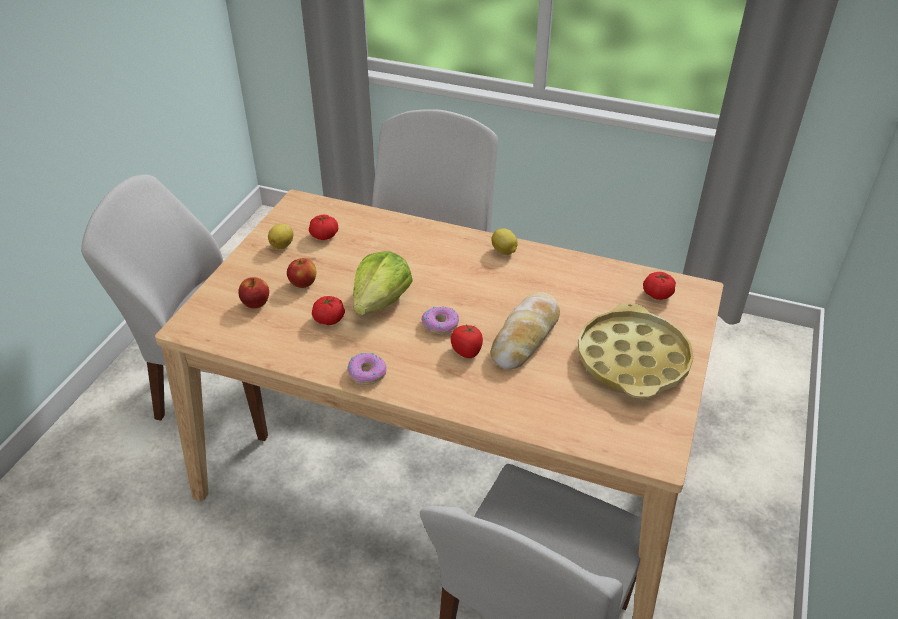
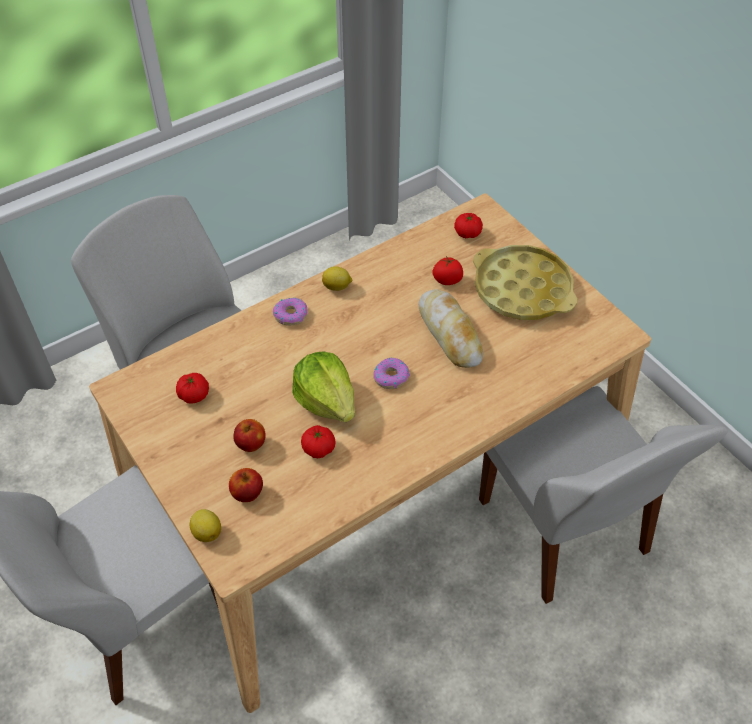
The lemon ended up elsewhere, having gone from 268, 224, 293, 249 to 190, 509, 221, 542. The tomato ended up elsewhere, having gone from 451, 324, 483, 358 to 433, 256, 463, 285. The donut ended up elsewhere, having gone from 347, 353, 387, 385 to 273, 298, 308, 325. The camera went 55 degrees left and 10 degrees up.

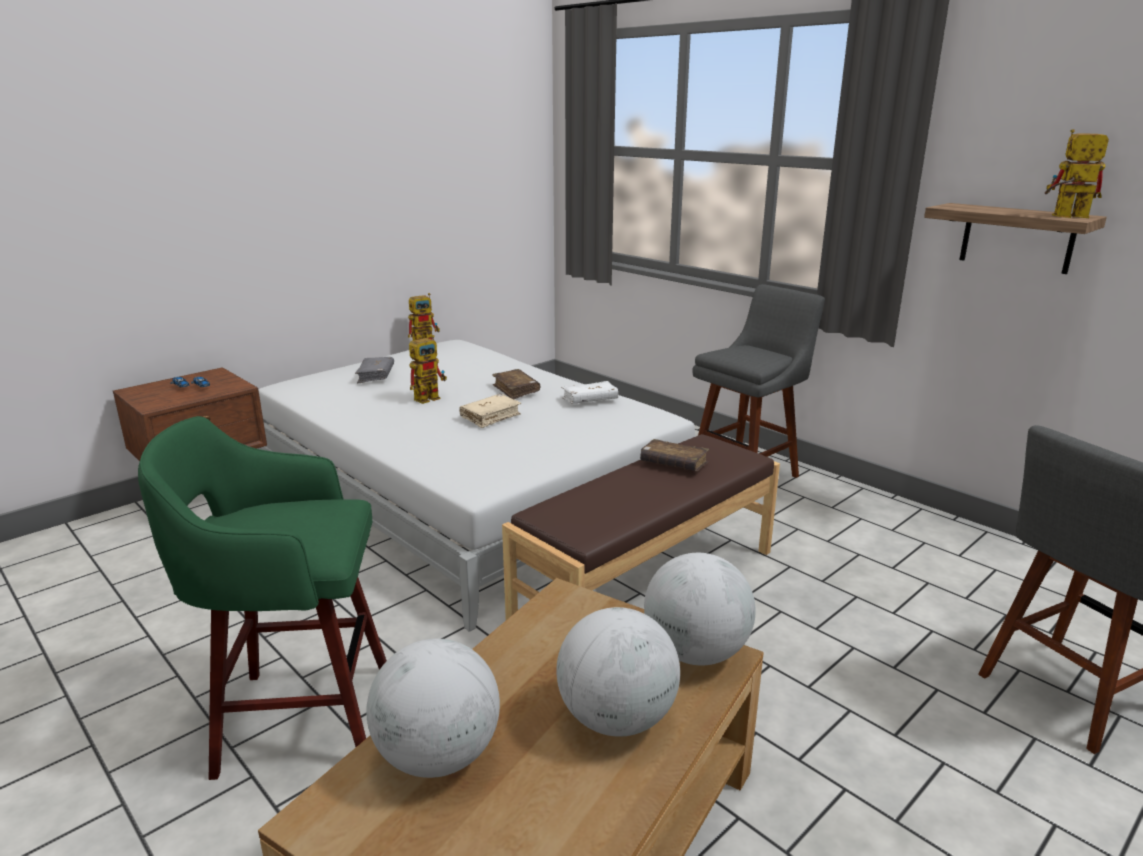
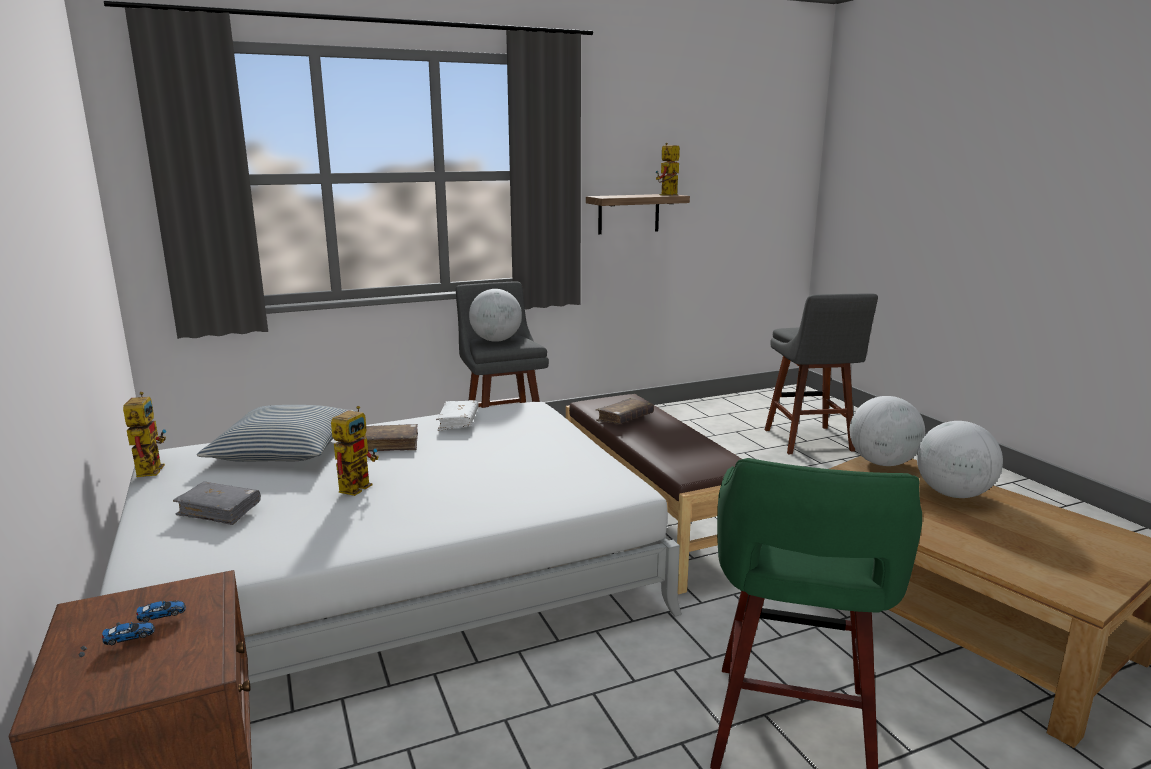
The toy robot at 409, 335, 447, 404 ended up facing another way, 45 degrees clockwise from before. The second view lost the book/beige at 459, 394, 521, 428. The globe ended up elsewhere, having gone from 366, 638, 500, 778 to 469, 289, 522, 342. The second view gained the pillow at 197, 405, 357, 462. The camera went 70 degrees left and 5 degrees down.

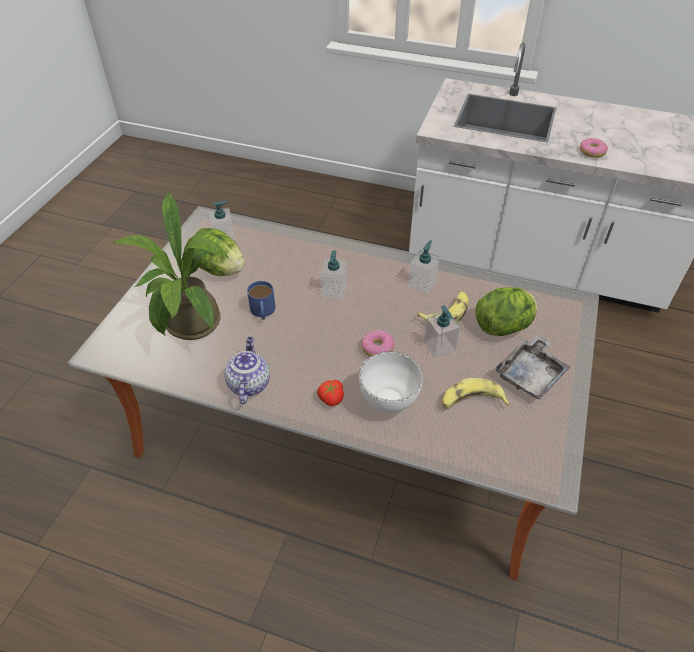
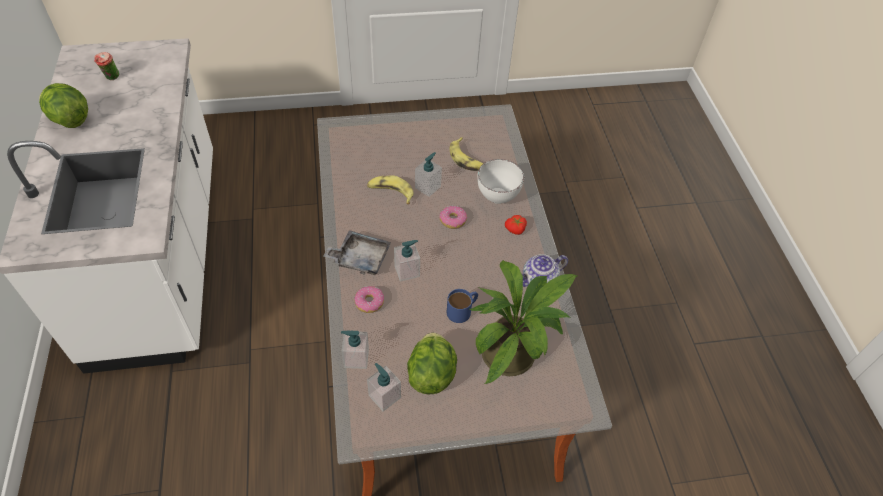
The donut ended up elsewhere, having gone from 580, 138, 608, 158 to 354, 286, 384, 313. The soap dispenser ended up elsewhere, having gone from 408, 240, 440, 293 to 341, 331, 369, 369. The lettuce ended up elsewhere, having gone from 475, 287, 537, 336 to 39, 83, 88, 128. The tray/grey ended up elsewhere, having gone from 496, 335, 570, 399 to 324, 230, 391, 275. The second view gained the cup at 94, 52, 120, 80. The camera went 120 degrees left and 5 degrees up.

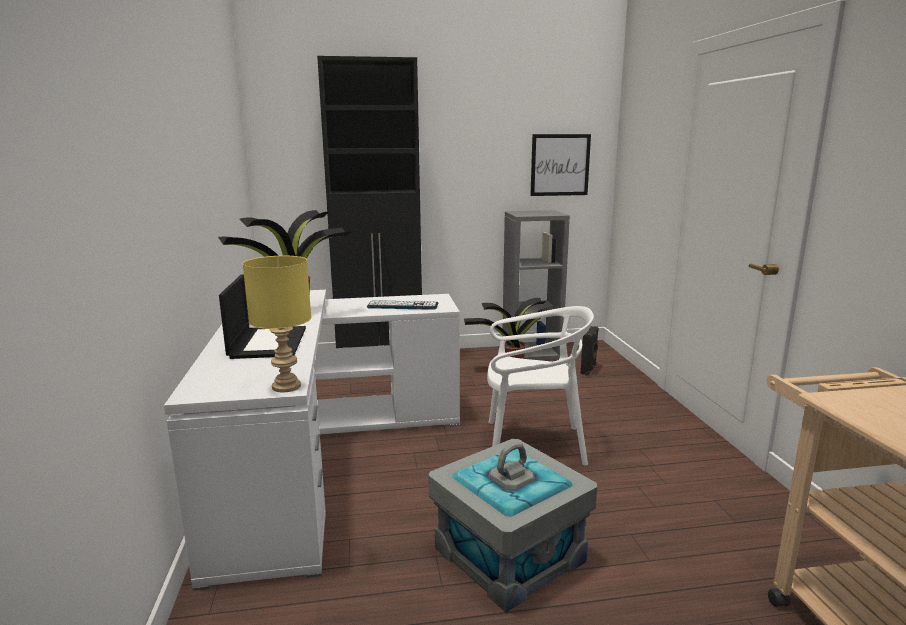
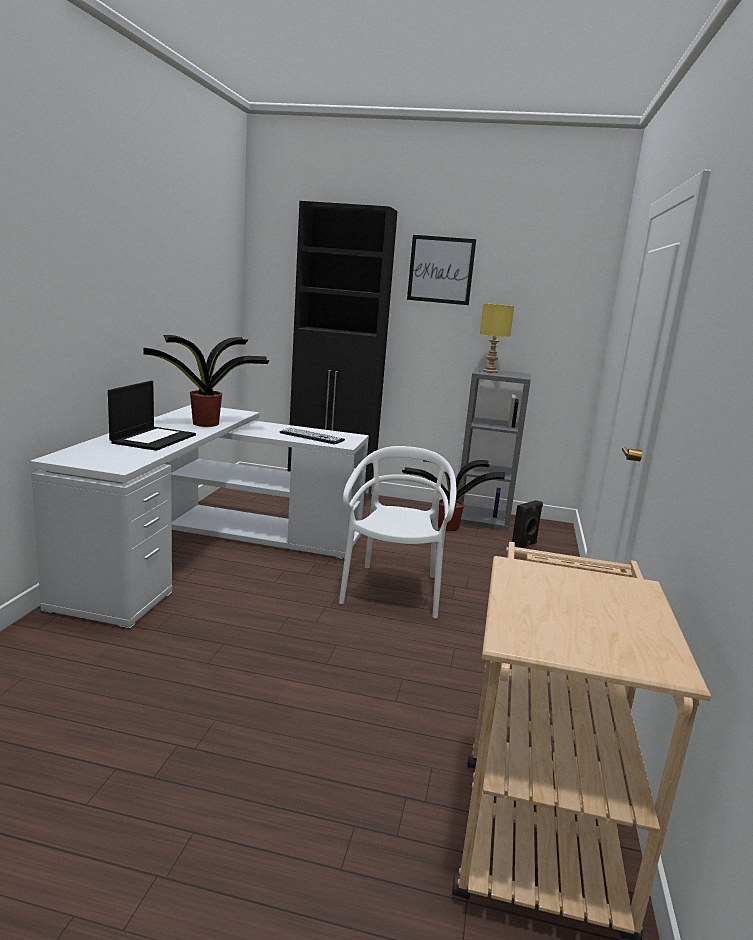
The picture ended up elsewhere, having gone from 530, 134, 591, 196 to 407, 235, 476, 305. The table lamp/yellow ended up elsewhere, having gone from 242, 256, 311, 392 to 480, 303, 514, 373. The chair/white at 487, 306, 594, 466 ended up facing another way, 105 degrees counterclockwise from before. The second view lost the storage box/grey at 428, 439, 597, 612. The camera went 20 degrees right and 0 degrees up.

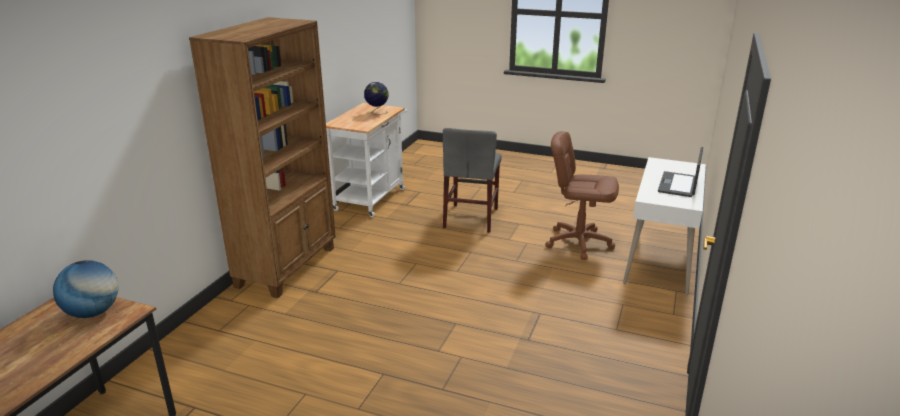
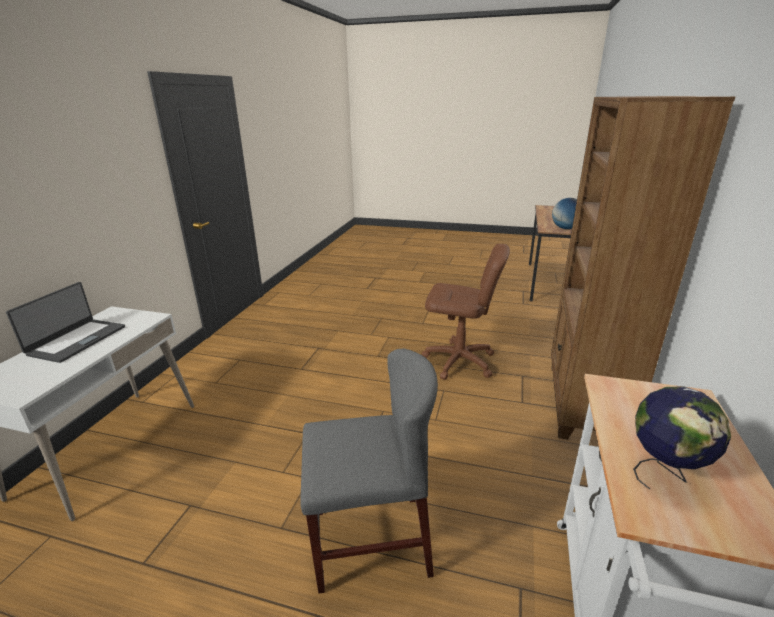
The chair/grey at 443, 128, 502, 233 ended up facing another way, 75 degrees clockwise from before. The office chair/brown ended up elsewhere, having gone from 545, 131, 619, 260 to 421, 244, 510, 380. The camera went 175 degrees right and 0 degrees up.

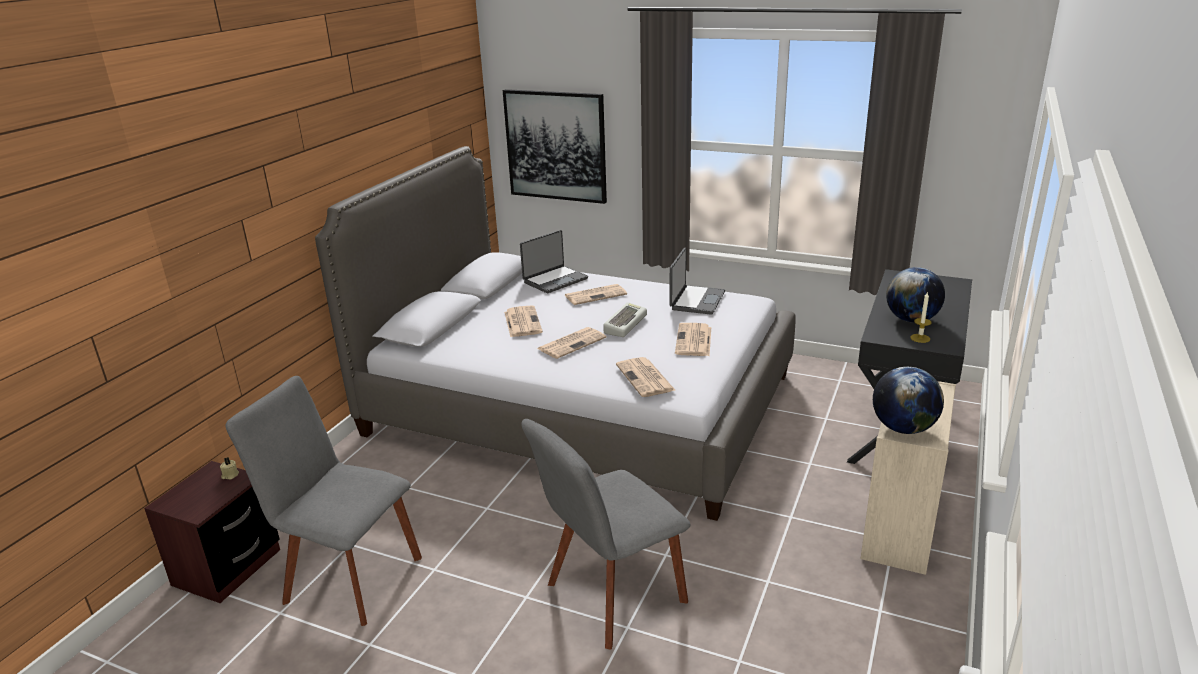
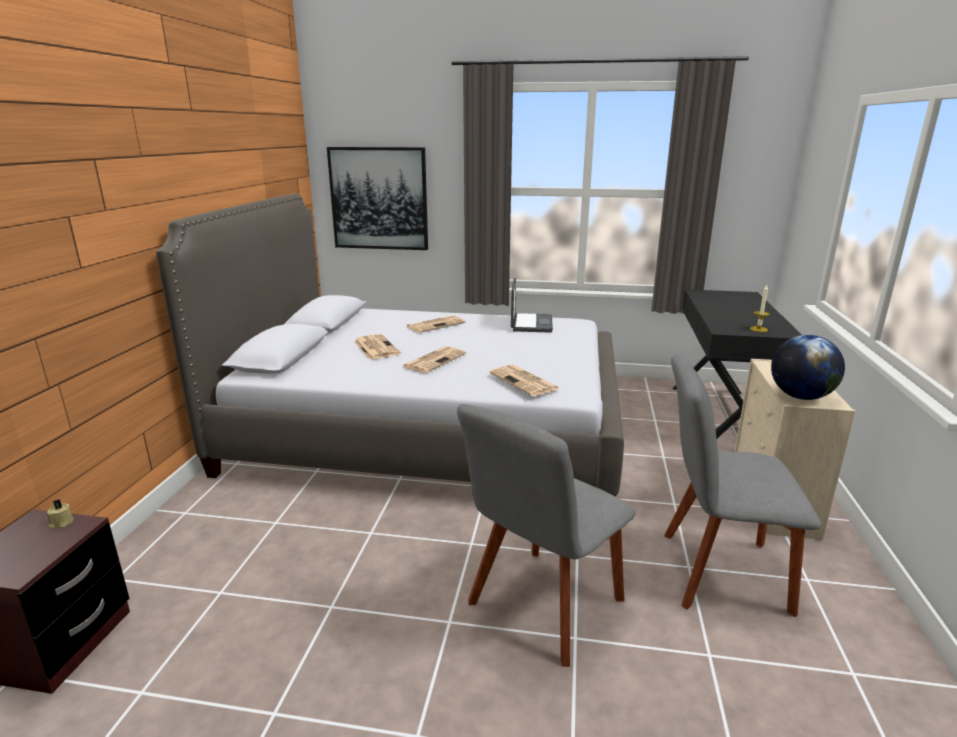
The second view lost the laptop at 520, 230, 588, 293. The second view lost the globe at 886, 267, 945, 323. The second view lost the keyboard at 603, 302, 647, 337. The second view lost the newspaper at 675, 323, 711, 356. The chair/grey ended up elsewhere, having gone from 225, 376, 422, 626 to 664, 355, 821, 617. The camera went 15 degrees left and 5 degrees down.

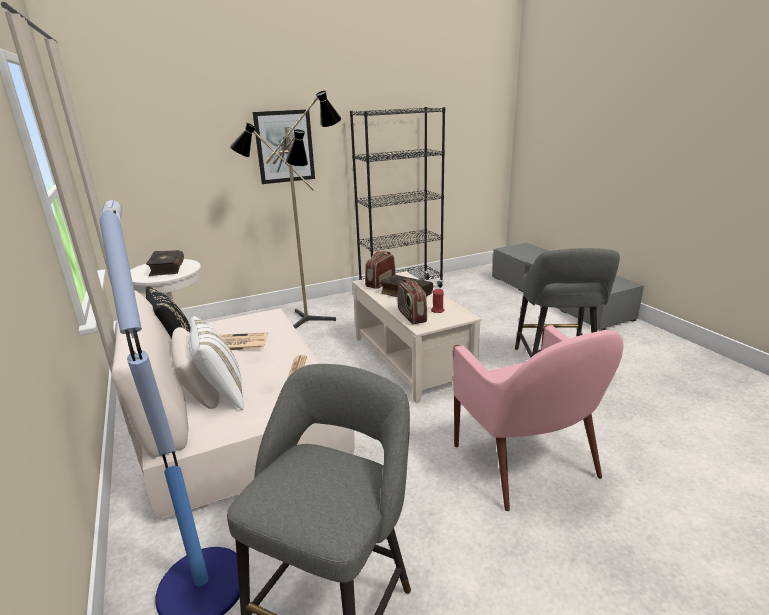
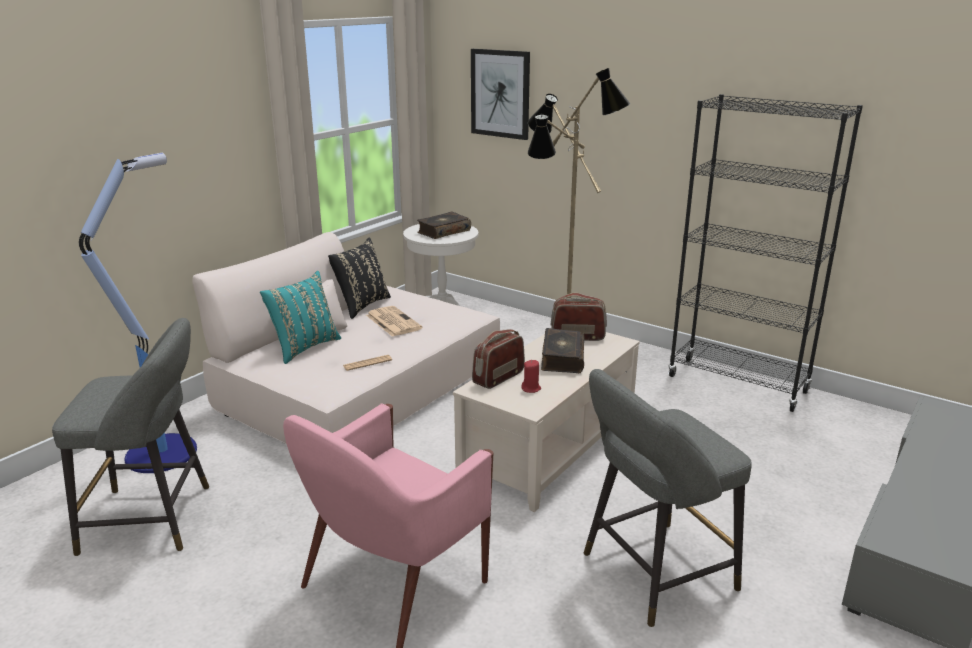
The picture ended up elsewhere, having gone from 253, 109, 315, 184 to 471, 49, 530, 140. What was the pillow/white at 189, 316, 244, 410 turned into the pillow/turquoise at 260, 271, 341, 364. The camera went 60 degrees right and 0 degrees up.

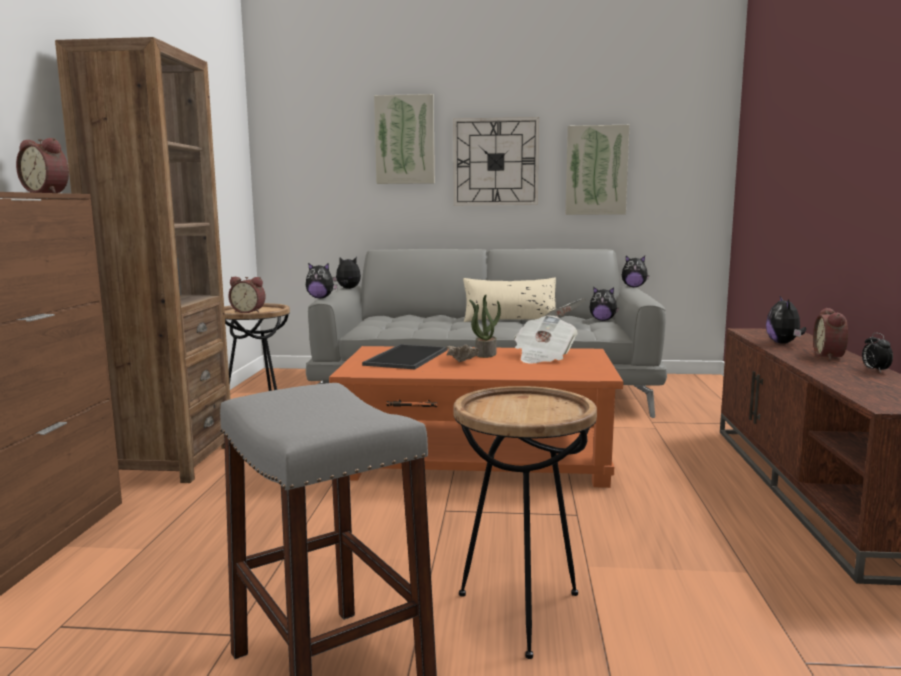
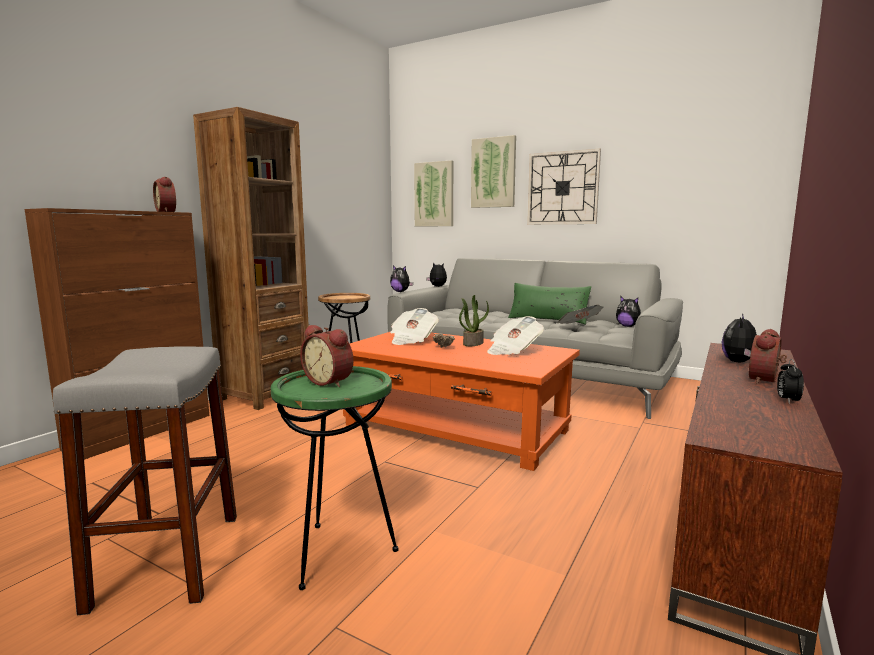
The picture ended up elsewhere, having gone from 566, 125, 629, 215 to 414, 160, 454, 226. The second view lost the plush toy at 622, 256, 649, 287. The alarm clock ended up elsewhere, having gone from 228, 277, 266, 313 to 300, 325, 354, 387. What was the pillow/beige at 463, 278, 556, 322 turned into the pillow/green at 508, 283, 591, 324. Where the tray stood at 362, 344, 448, 369, the newspaper came to stand at 390, 308, 439, 345. What was the side table/brown at 453, 386, 597, 659 turned into the side table/green at 271, 366, 398, 590. The camera went 25 degrees right and 0 degrees up.

